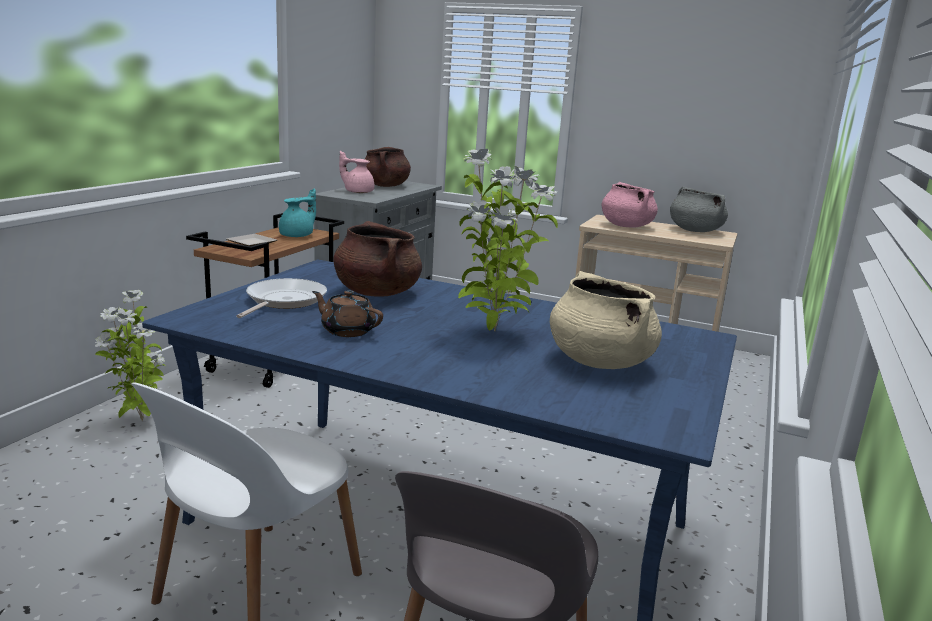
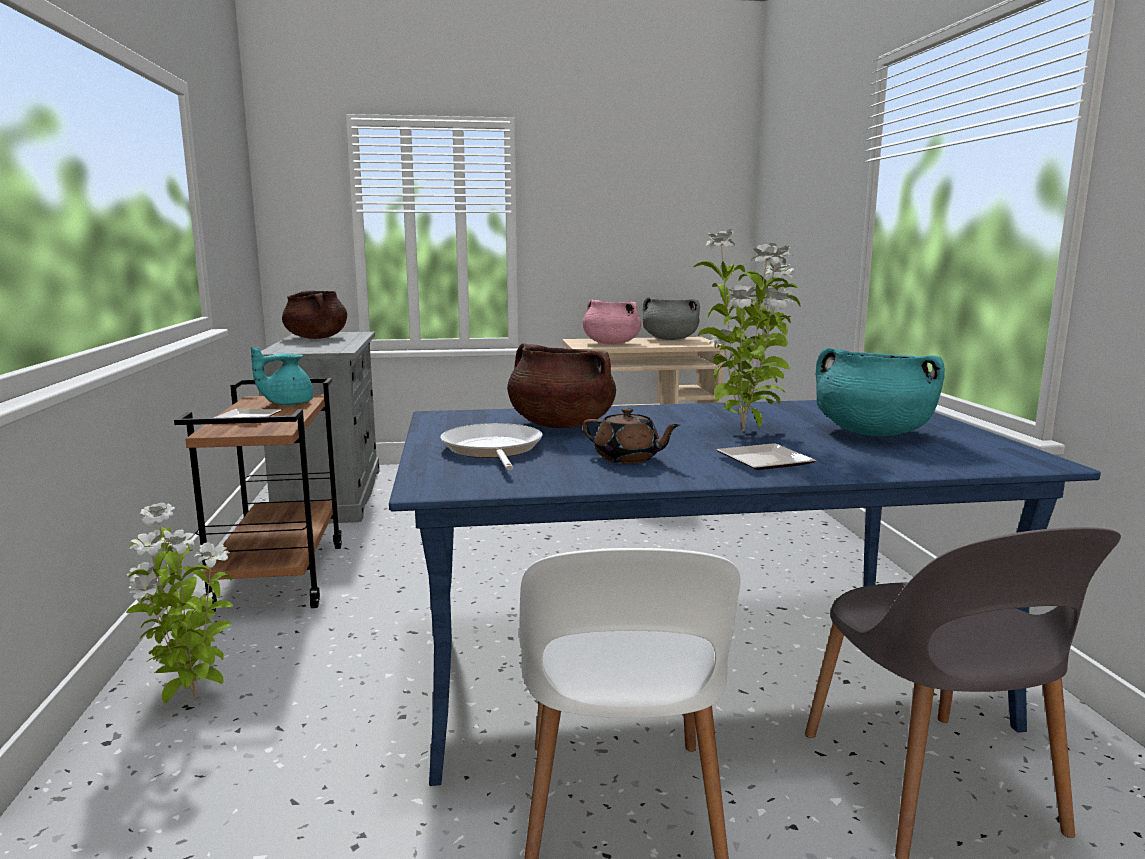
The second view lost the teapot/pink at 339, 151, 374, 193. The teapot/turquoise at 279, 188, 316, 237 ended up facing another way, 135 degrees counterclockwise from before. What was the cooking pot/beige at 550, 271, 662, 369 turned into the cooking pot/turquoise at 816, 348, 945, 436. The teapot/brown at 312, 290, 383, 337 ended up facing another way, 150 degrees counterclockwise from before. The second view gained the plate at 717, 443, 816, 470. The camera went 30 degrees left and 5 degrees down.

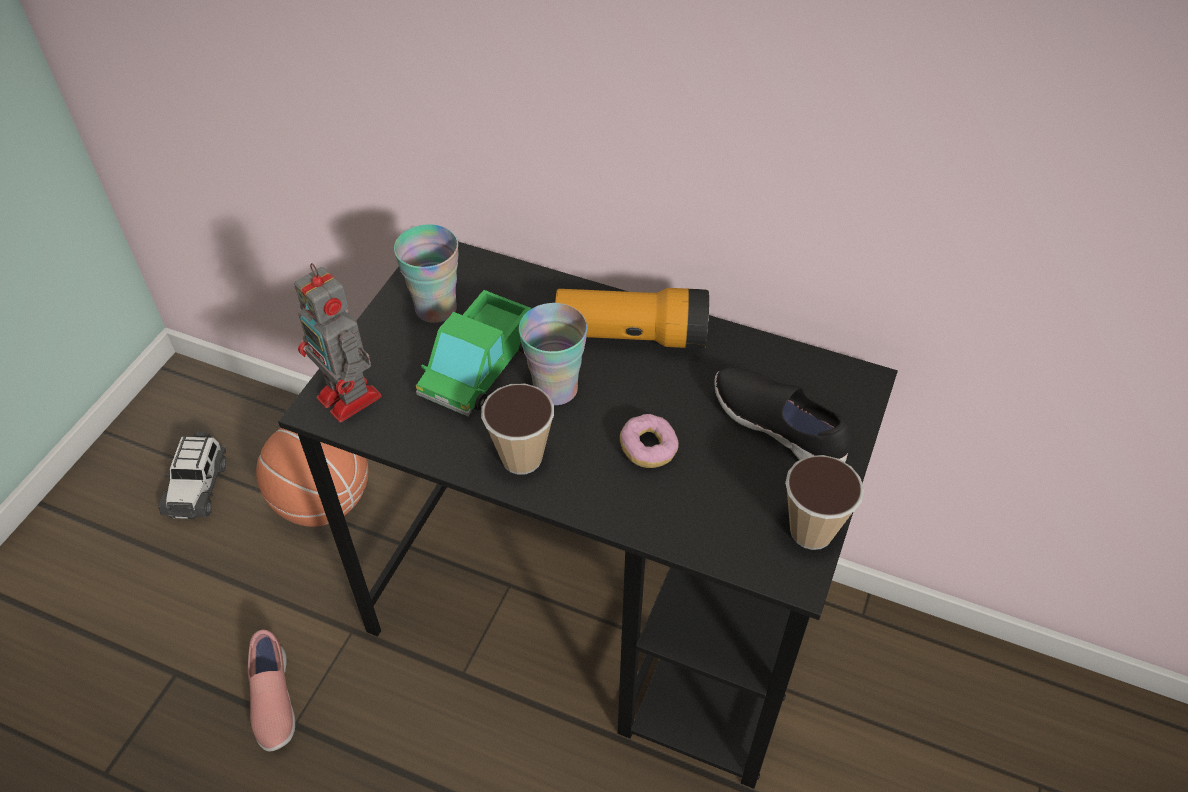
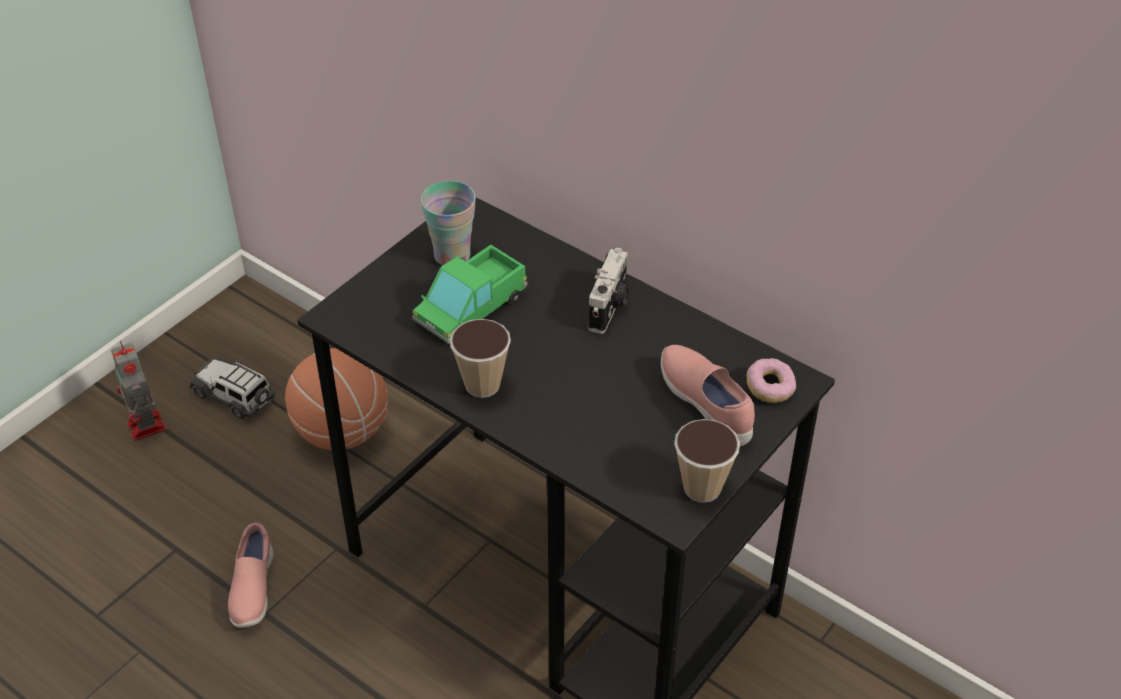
The toy robot ended up elsewhere, having gone from 294, 263, 381, 422 to 111, 341, 166, 441. Where the flashlight stood at 555, 288, 709, 349, the photo camera came to stand at 589, 248, 629, 334. The second view lost the cup at 519, 303, 587, 405. What was the shoe/black at 715, 367, 851, 462 turned into the shoe/pink at 661, 345, 755, 446. The donut ended up elsewhere, having gone from 620, 414, 679, 468 to 747, 358, 796, 403. The toy car at 159, 431, 227, 519 ended up facing another way, 105 degrees clockwise from before. The camera went 15 degrees right and 5 degrees down.

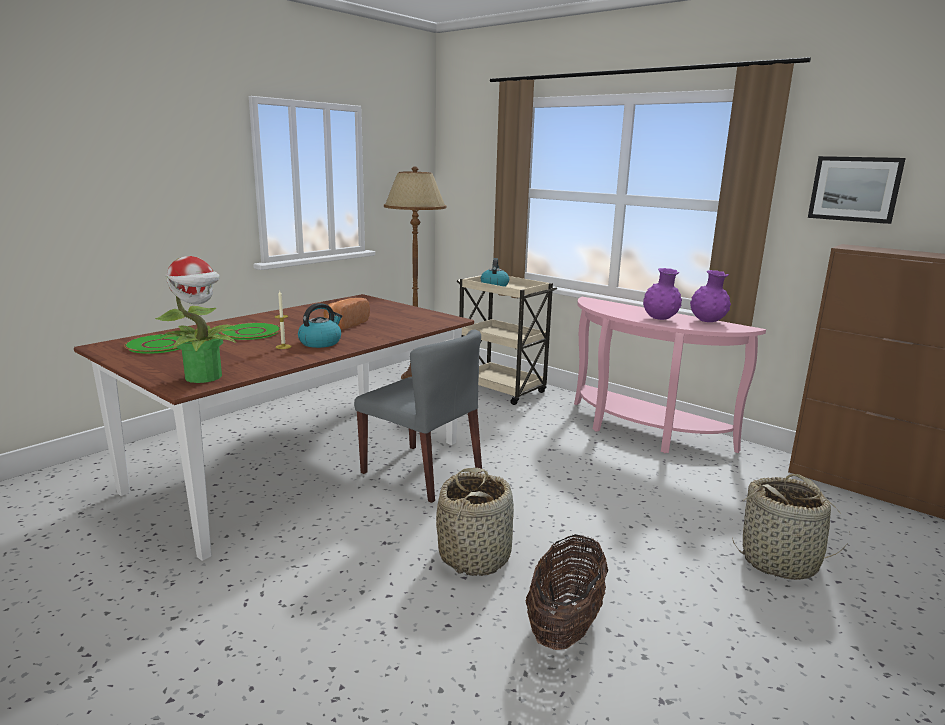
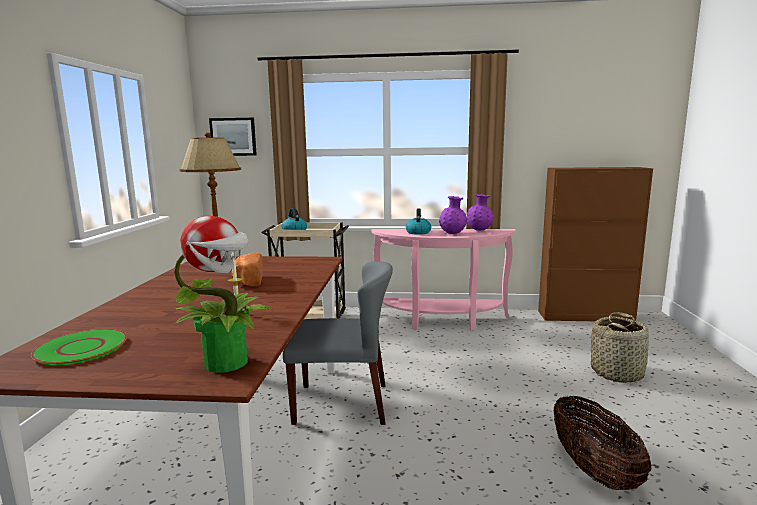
The picture ended up elsewhere, having gone from 808, 156, 906, 224 to 209, 118, 257, 156. The kettle ended up elsewhere, having gone from 298, 303, 342, 348 to 406, 208, 431, 235. The second view lost the plate/green at 220, 323, 280, 340. The second view lost the basket at 436, 468, 514, 576. The camera went 35 degrees left and 5 degrees down.

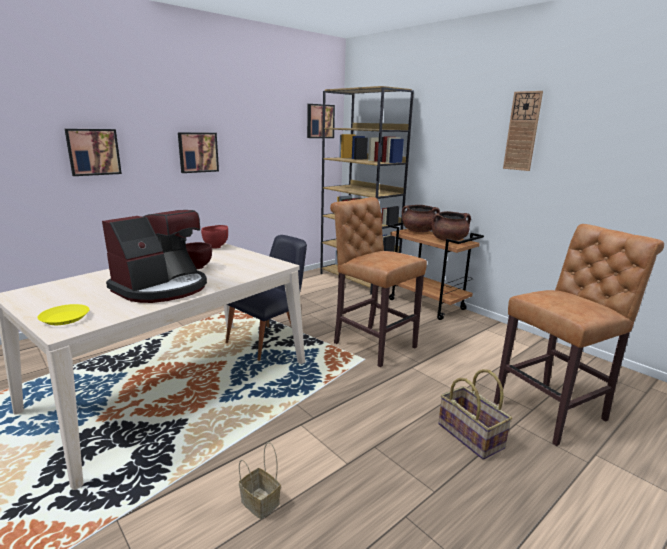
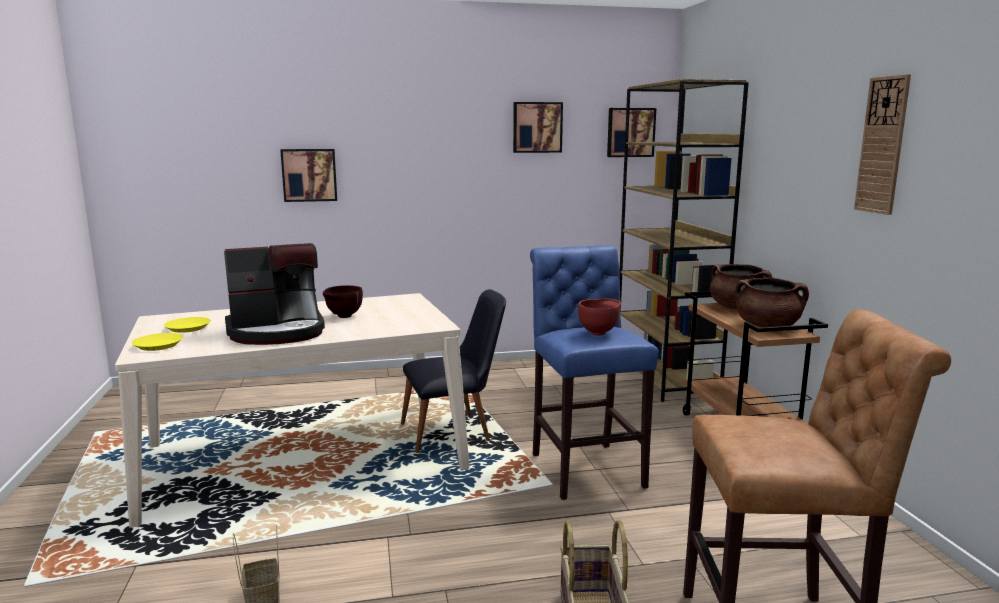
The picture ended up elsewhere, having gone from 178, 132, 219, 173 to 513, 102, 563, 153. What was the stool/brown at 330, 197, 427, 367 turned into the stool/blue at 530, 245, 659, 500. The bowl/red ended up elsewhere, having gone from 201, 225, 228, 249 to 578, 298, 621, 335. The second view gained the plate/yellow at 164, 317, 211, 333. The camera went 30 degrees right and 5 degrees down.

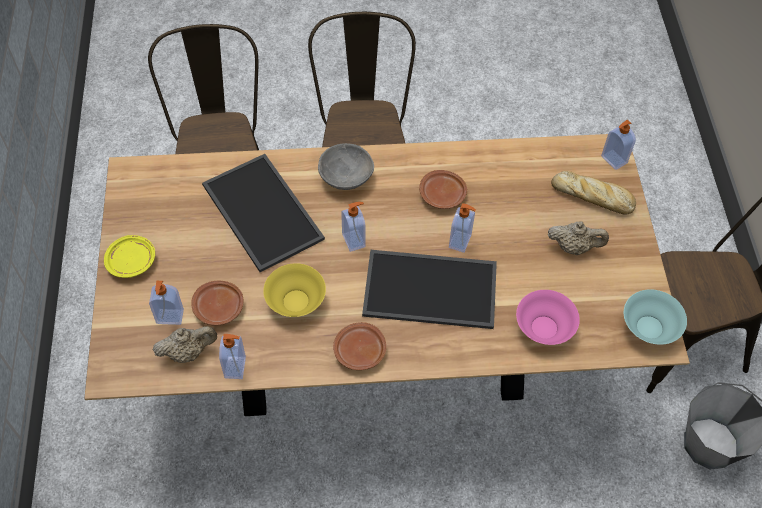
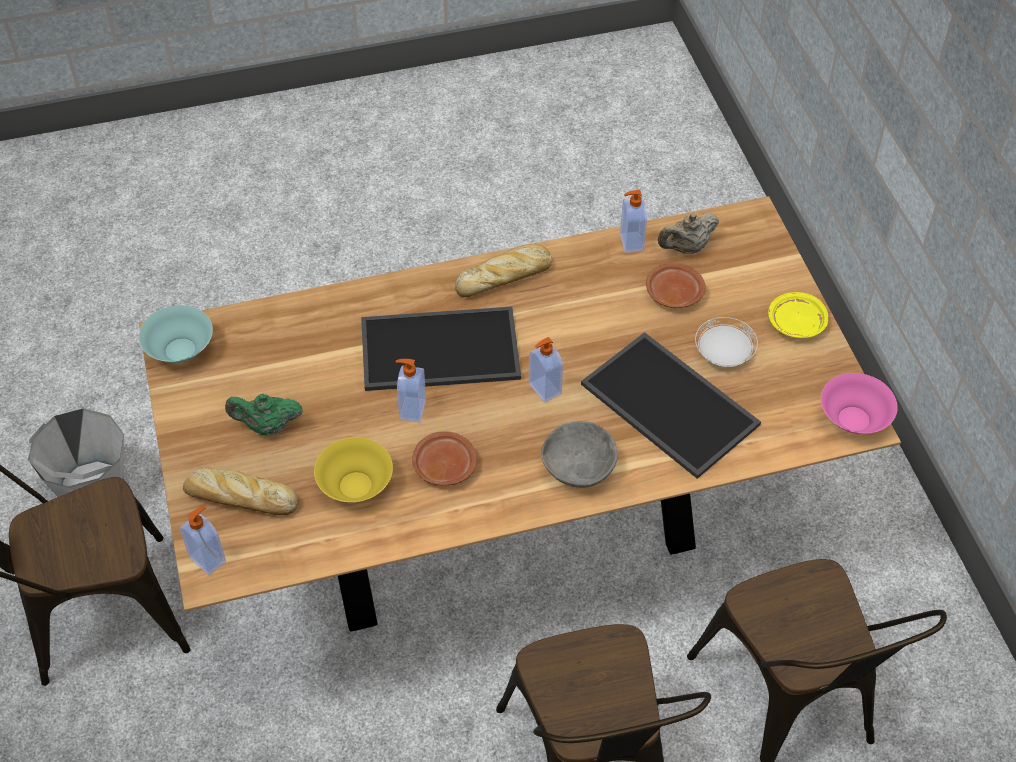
What was the teapot/beige at 548, 221, 609, 255 turned into the teapot/green at 225, 394, 303, 435. The bowl/yellow ended up elsewhere, having gone from 263, 263, 326, 317 to 314, 437, 393, 502. The second view lost the soap dispenser at 149, 281, 184, 325. The bowl/pink ended up elsewhere, having gone from 516, 290, 580, 345 to 821, 373, 898, 434. Where the plate/brown stood at 333, 322, 386, 370, the bread came to stand at 455, 244, 552, 297. The second view gained the plate/white at 695, 317, 758, 367. The camera went 170 degrees right and 5 degrees down.

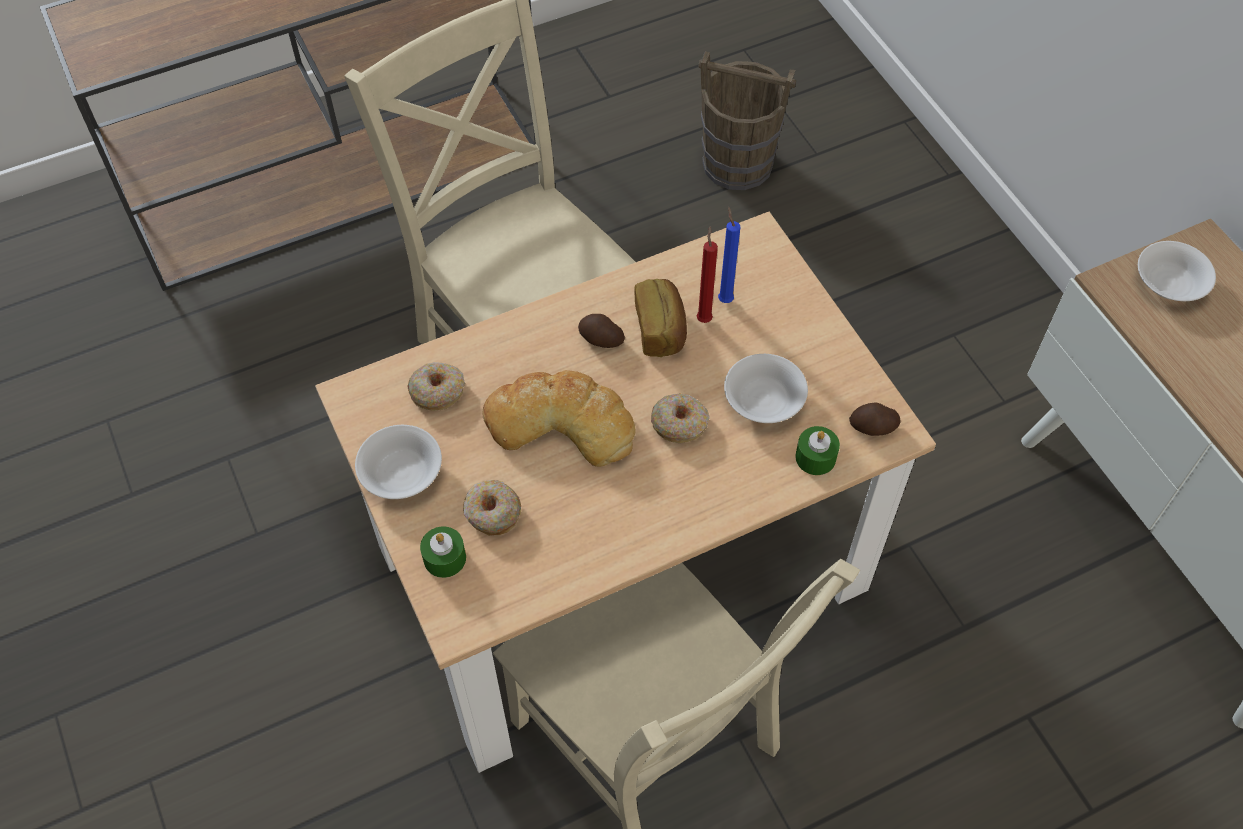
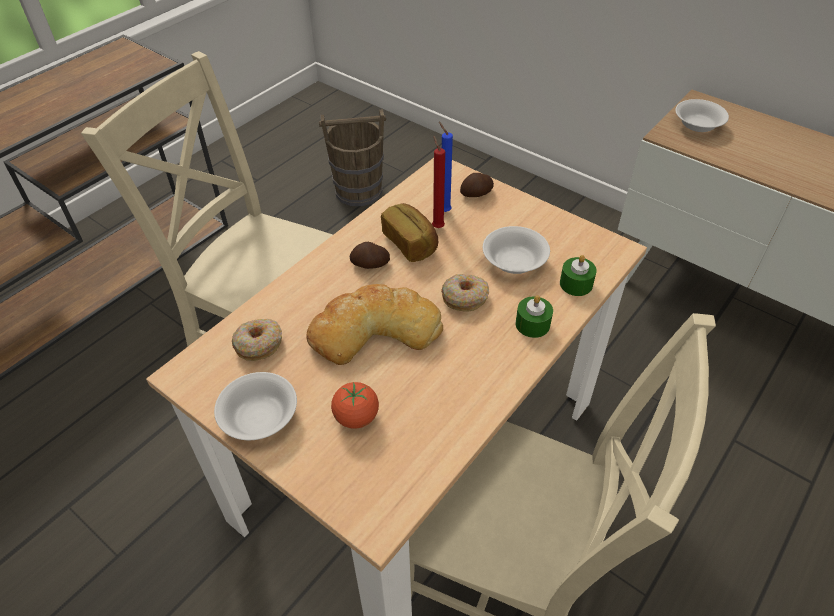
The potato ended up elsewhere, having gone from 849, 402, 901, 436 to 460, 173, 494, 197. Where the donut stood at 463, 480, 521, 536, the tomato came to stand at 331, 382, 379, 429. The candle/green ended up elsewhere, having gone from 420, 526, 466, 578 to 516, 296, 553, 338. The camera went 25 degrees left and 10 degrees down.

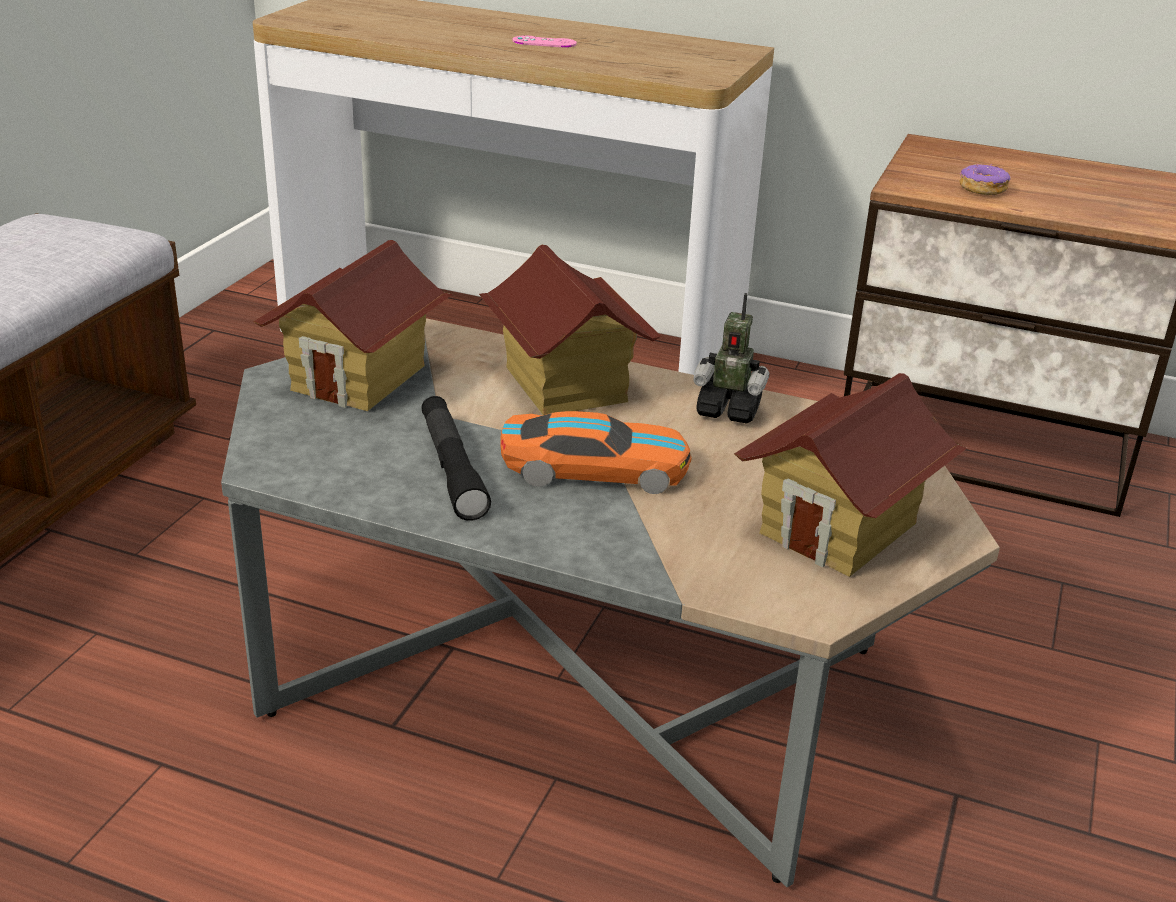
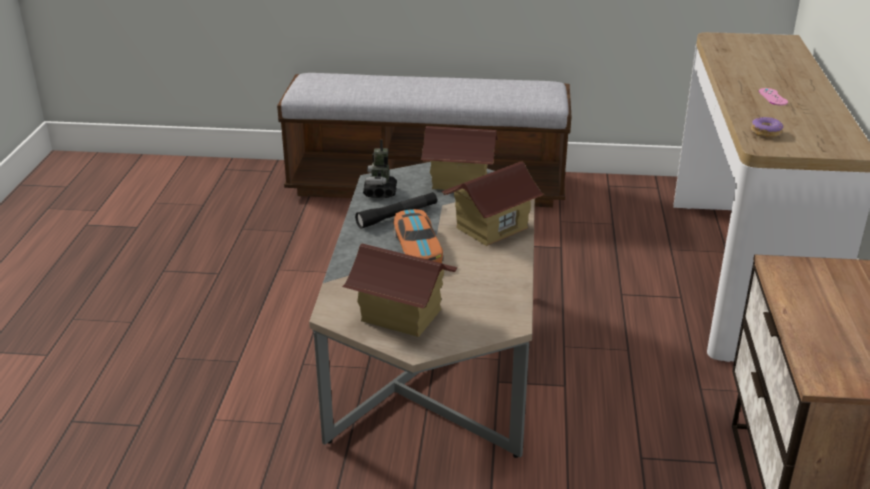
The donut ended up elsewhere, having gone from 959, 164, 1010, 195 to 751, 117, 784, 138. The toy robot ended up elsewhere, having gone from 693, 293, 770, 424 to 363, 139, 397, 198. The camera went 75 degrees right and 0 degrees up.

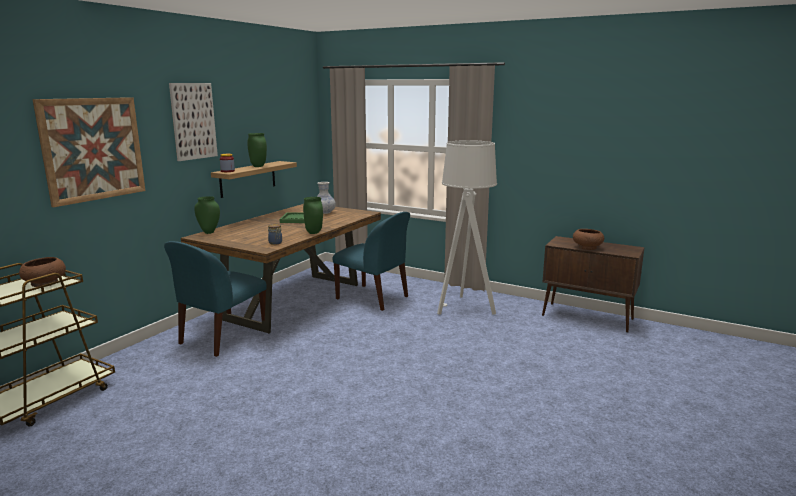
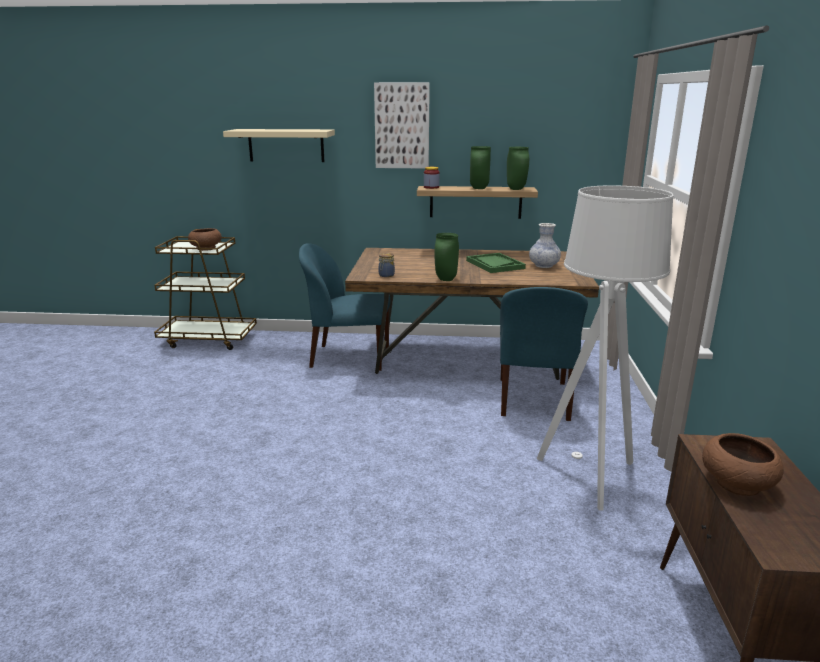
Where the picture hung at 32, 97, 145, 207, the shelf/beige came to hang at 223, 129, 335, 162. The vase/green ended up elsewhere, having gone from 194, 196, 220, 234 to 507, 147, 529, 190. The camera went 65 degrees right and 5 degrees up.

